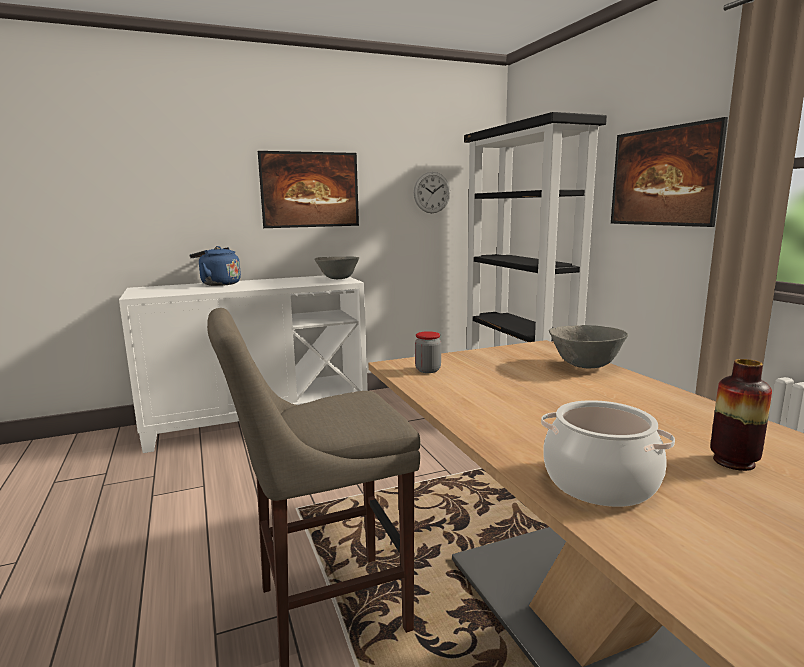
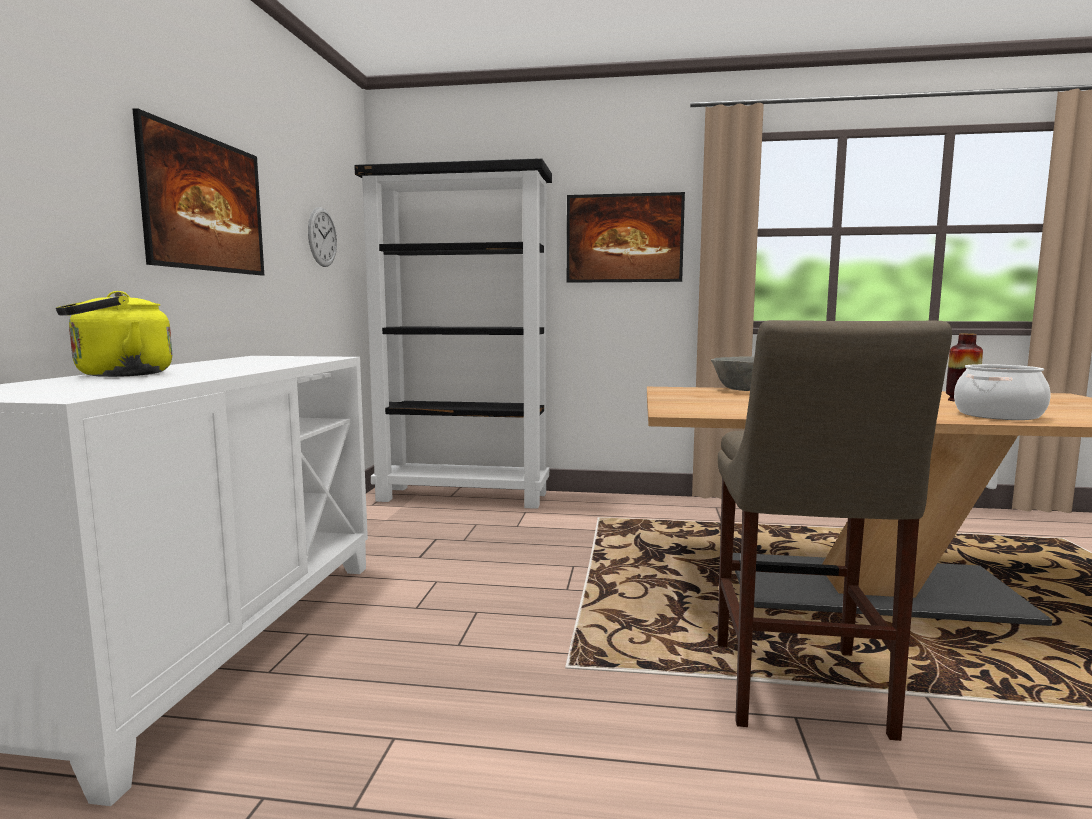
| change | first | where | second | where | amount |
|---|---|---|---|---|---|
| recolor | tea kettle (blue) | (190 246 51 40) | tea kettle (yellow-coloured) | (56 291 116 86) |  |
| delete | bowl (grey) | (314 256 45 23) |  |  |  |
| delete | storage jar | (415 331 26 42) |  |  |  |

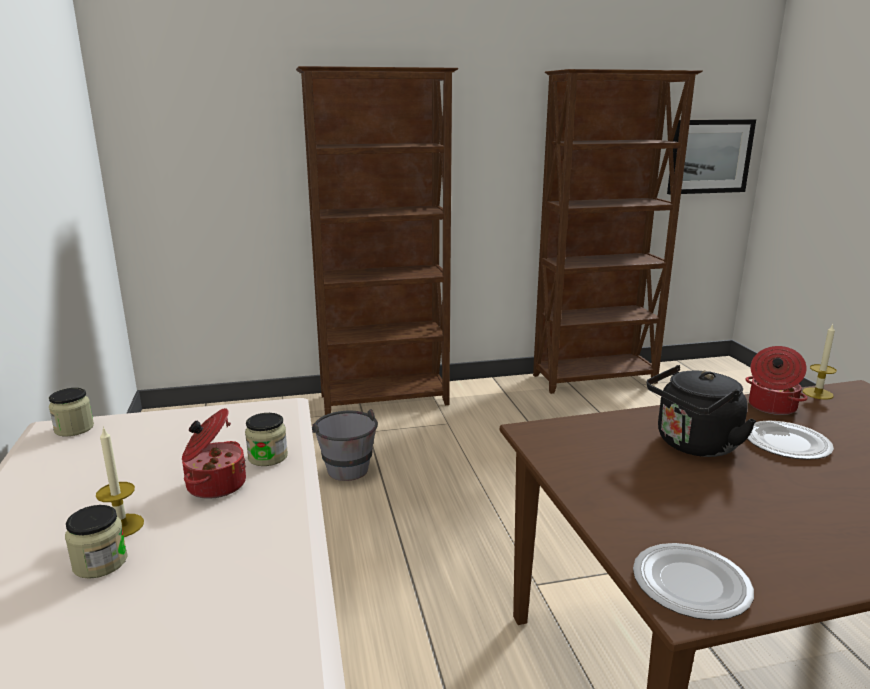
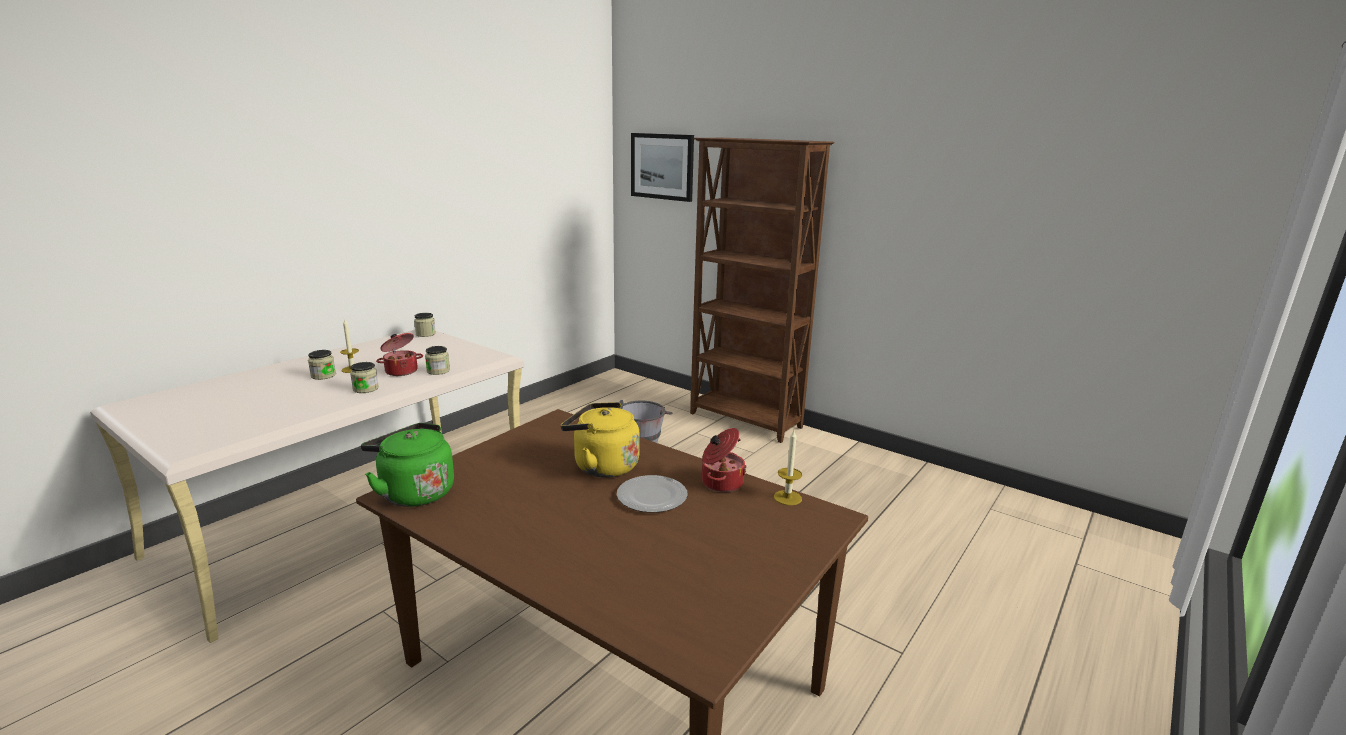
| change | first | where | second | where | amount |
|---|---|---|---|---|---|
| insert |  |  | storage jar | (350 362 29 31) |  |
| replace | flat dish | (633 543 121 77) | tea kettle (green-coloured) | (361 423 93 84) |  |
| recolor | tea kettle (blackish) | (647 365 109 92) | tea kettle (yellow-coloured) | (561 402 79 75) |  |
| move | picture | (667 119 89 75) |  | (631 133 63 69) |  |
| delete | bookcase (brownish) | (533 69 170 325) |  |  |  |

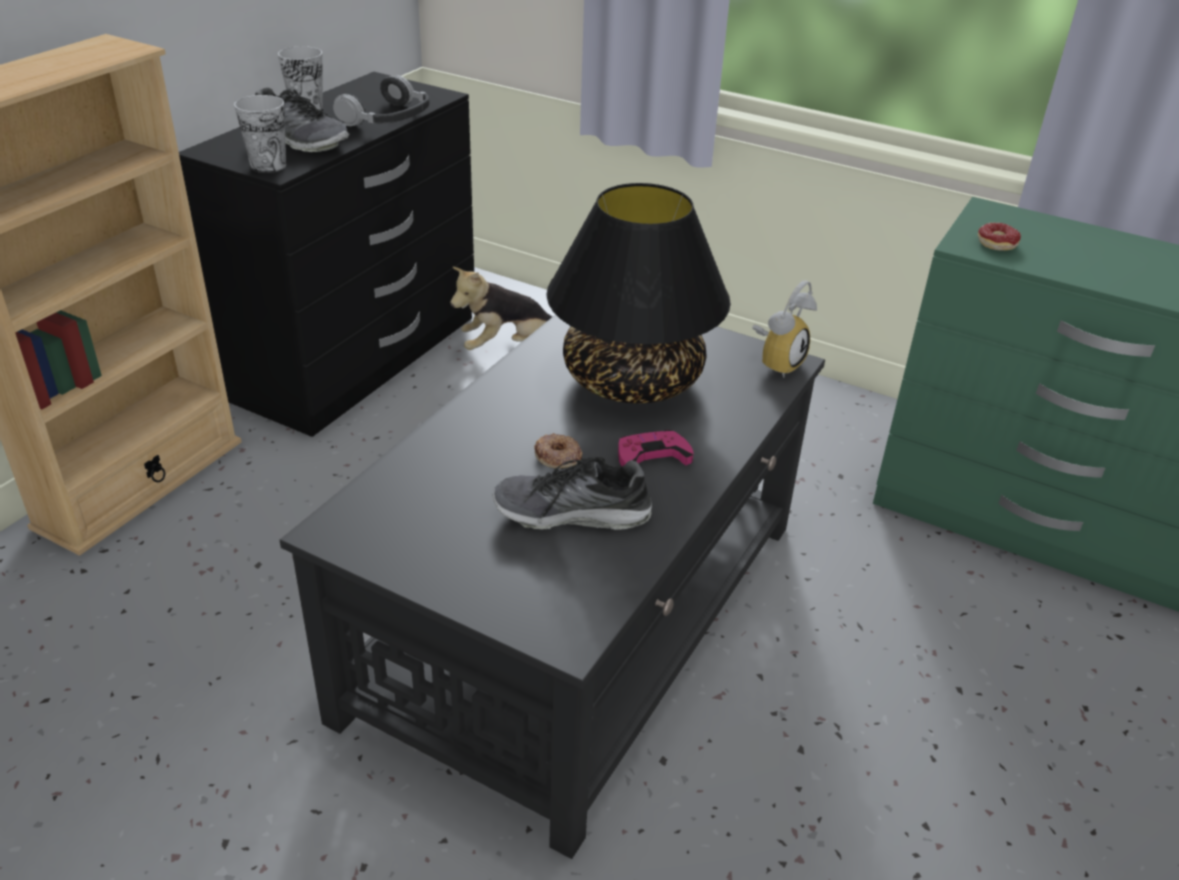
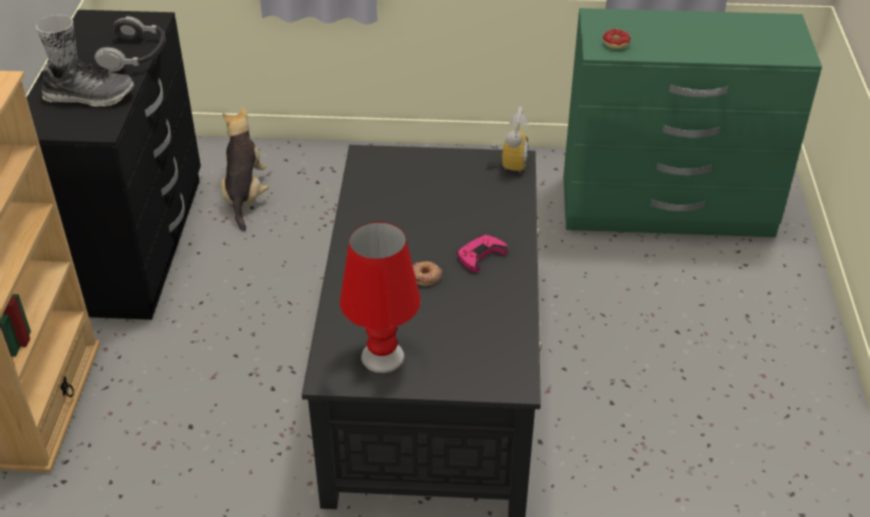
| change | first | where | second | where | amount |
|---|---|---|---|---|---|
| rotate | soft toy | (450 267 103 83) |  | (221 107 48 124) | 135 degrees clockwise |
| insert |  |  | table lamp (reddish) | (340 222 81 151) |  |
| delete | cup | (234 95 52 78) |  |  |  |
| delete | shoe | (492 457 160 73) |  |  |  |
| delete | table lamp (blackish) | (546 183 185 221) |  |  |  |

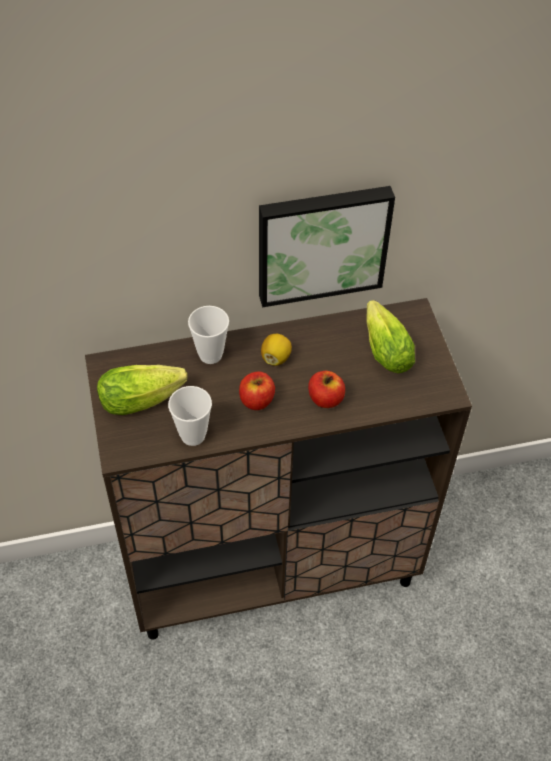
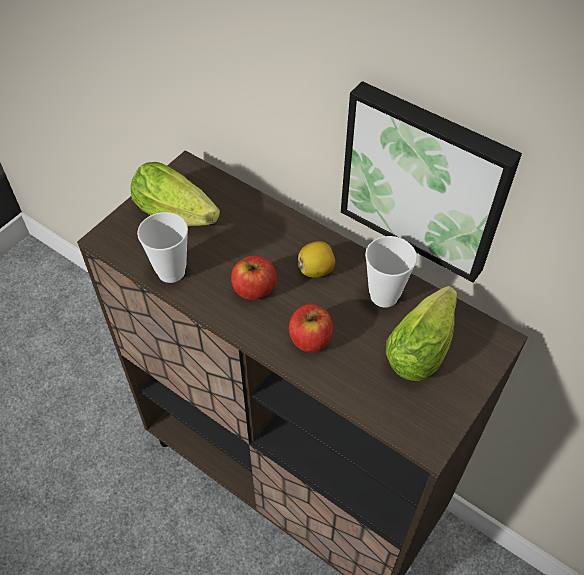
| change | first | where | second | where | amount |
|---|---|---|---|---|---|
| move | cup | (188 306 41 58) |  | (365 236 52 72) |  |

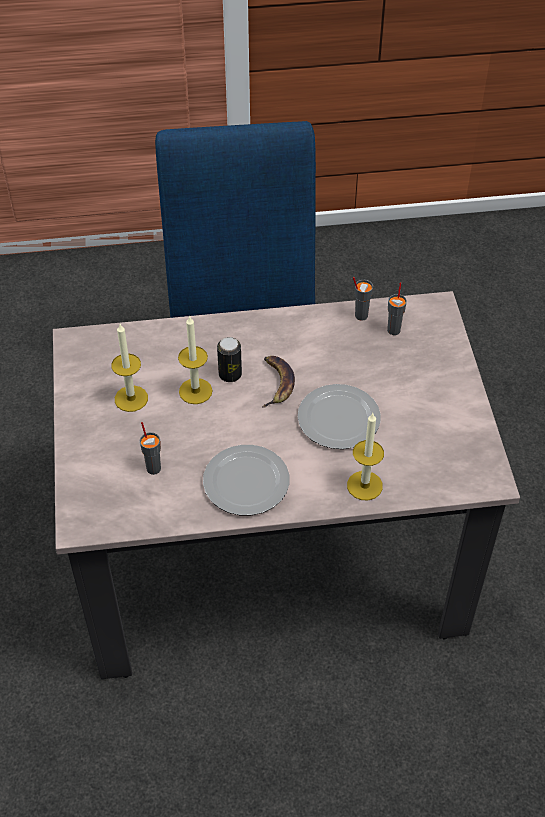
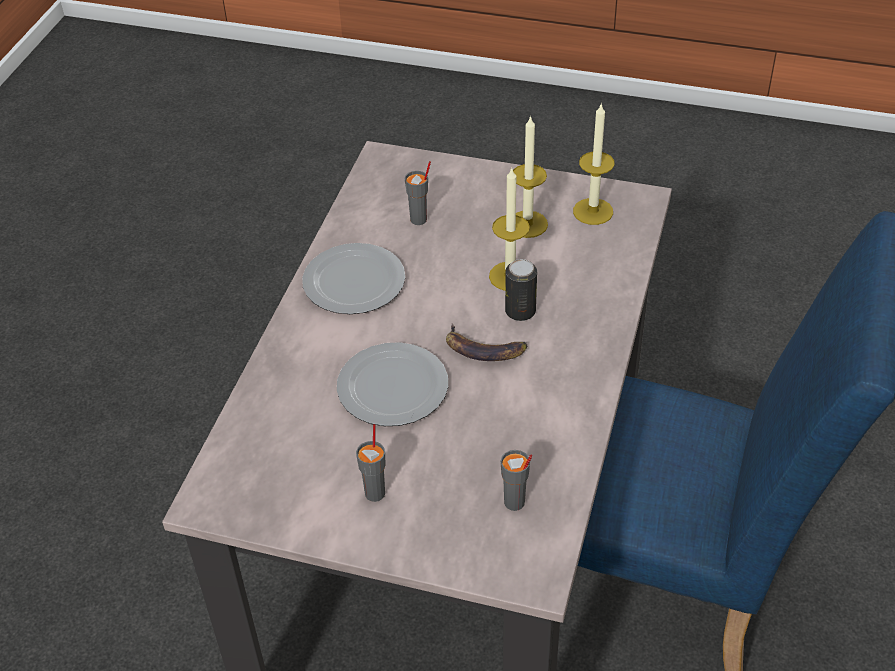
| change | first | where | second | where | amount |
|---|---|---|---|---|---|
| move | cup (grey) | (353 277 20 44) |  | (356 424 30 78) |  |
| move | candle | (347 413 37 87) |  | (573 103 42 122) |  |

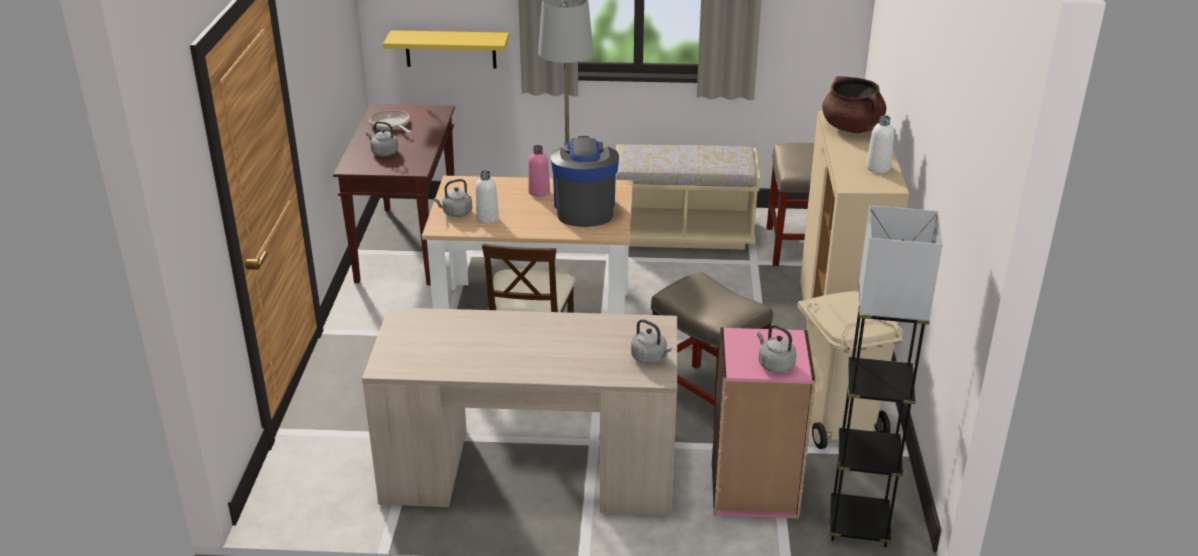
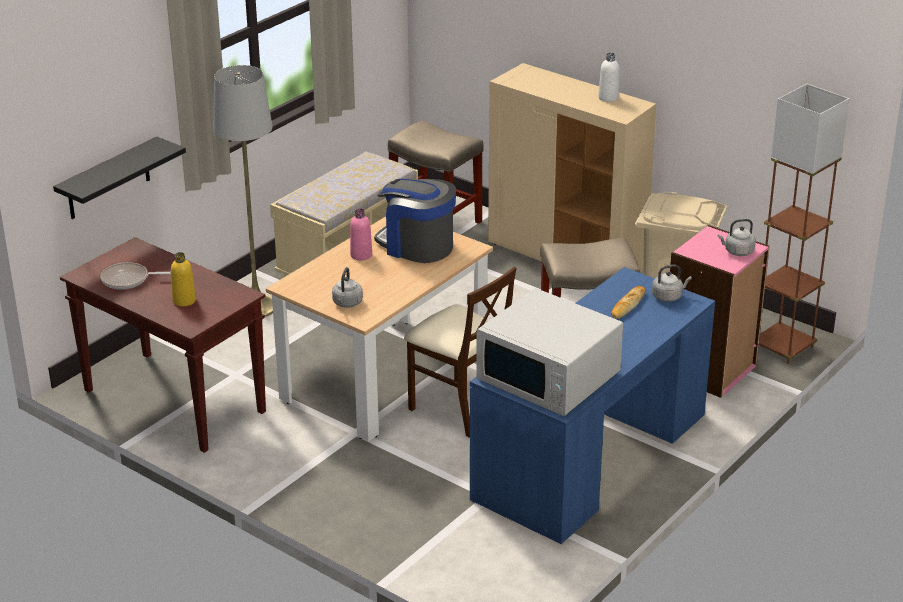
| change | first | where | second | where | amount |
|---|---|---|---|---|---|
| recolor | shelf (yellow-coloured) | (383 30 126 38) | shelf (blackish) | (53 137 133 82) |  |
| replace | tea kettle (grey) | (366 121 32 35) | bottle (yellow-coloured) | (171 252 25 55) |  |
| recolor | desk unit (beige-coloured) | (362 307 315 208) | desk unit (blue) | (470 267 245 277) |  |
| insert |  |  | microwave oven (white-coloured) | (476 288 147 128) |  |
| insert |  |  | baked bread | (611 286 34 33) |  |
| recolor | floor lamp (grey) | (829 205 114 342) | floor lamp (brownish) | (759 84 90 280) |  |
| delete | bottle (white-coloured) | (476 170 23 54) |  |  |  |
| delete | stockpot (brownish) | (822 76 64 57) |  |  |  |

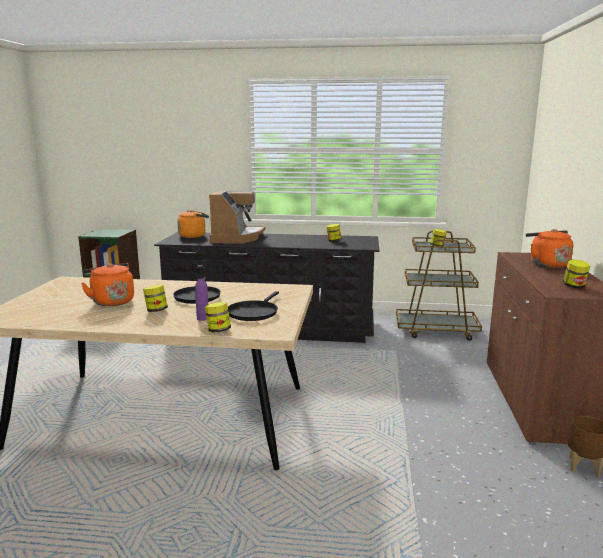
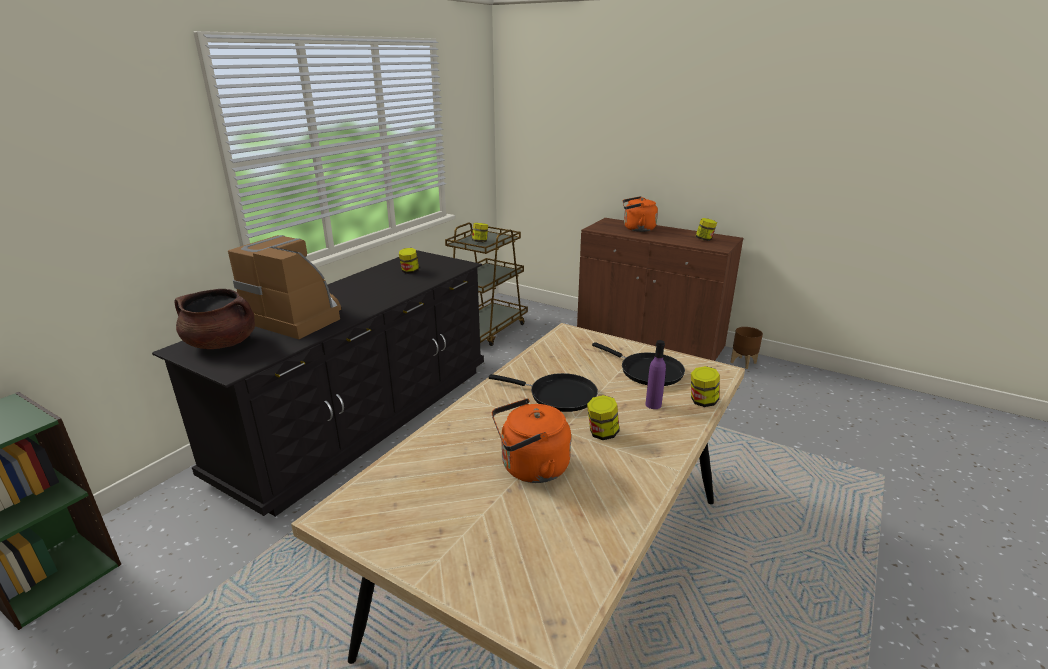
| change | first | where | second | where | amount |
|---|---|---|---|---|---|
| replace | tea kettle (orange) | (177 210 32 28) | stockpot (brownish) | (175 289 80 60) |  |

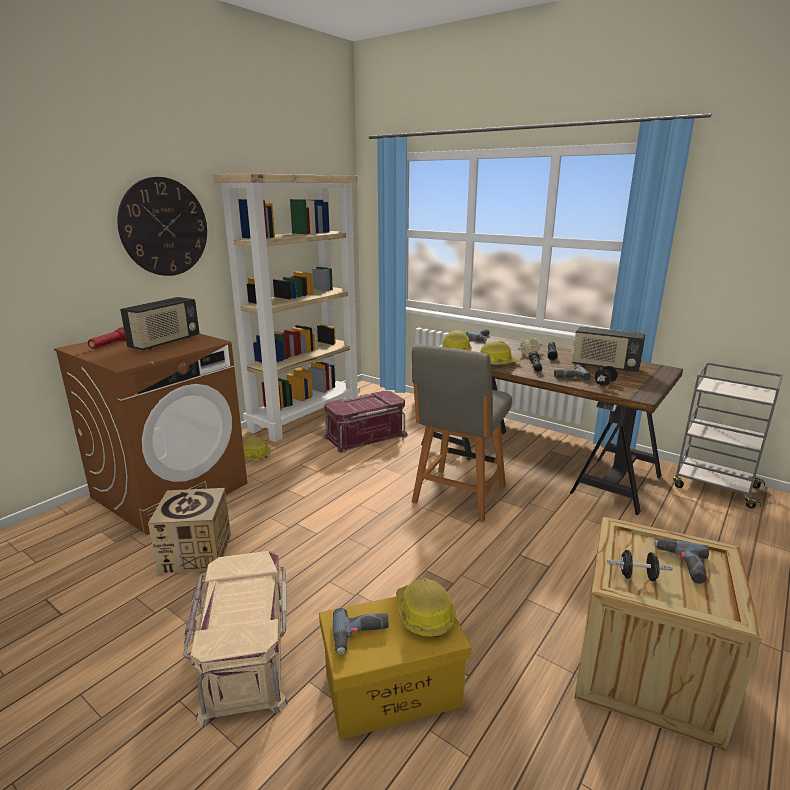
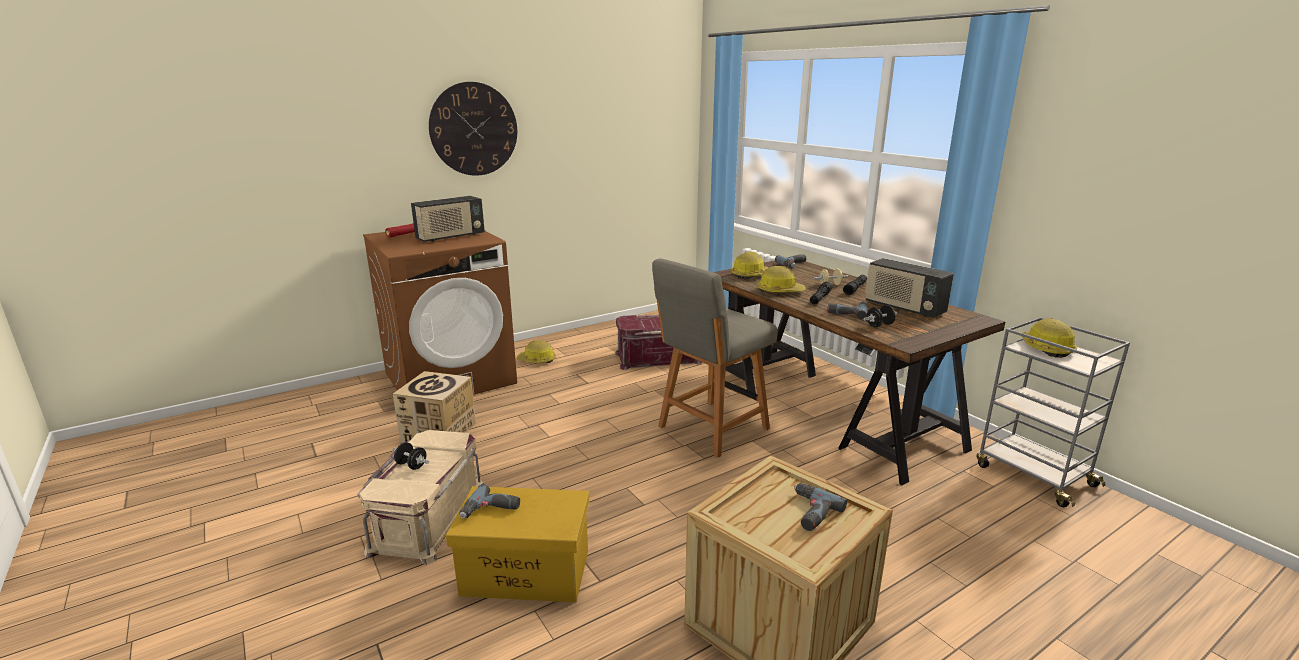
| change | first | where | second | where | amount |
|---|---|---|---|---|---|
| move | dumbbell (blackish) | (608 550 64 31) |  | (393 442 36 28) |  |
| move | hard hat | (396 578 60 60) |  | (1021 318 56 40) |  |
| delete | bookcase (beige-coloured) | (214 173 146 269) |  |  |  |

